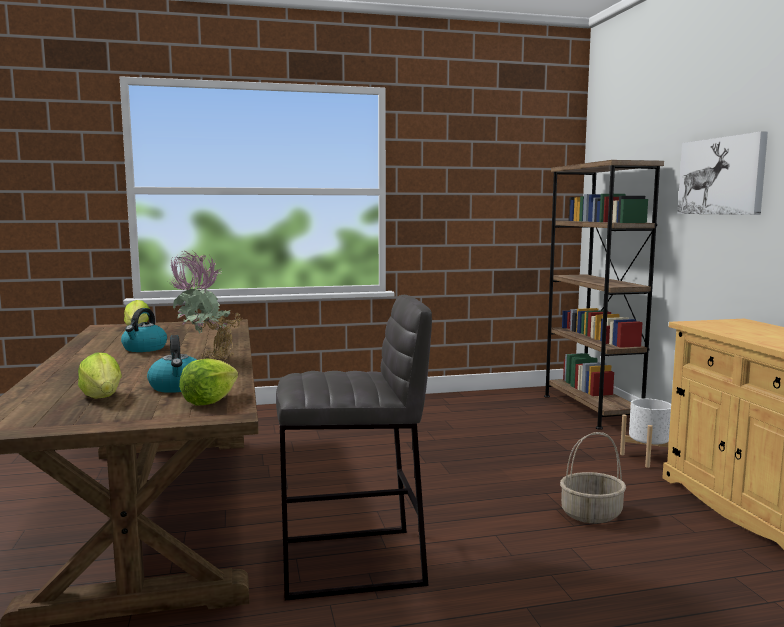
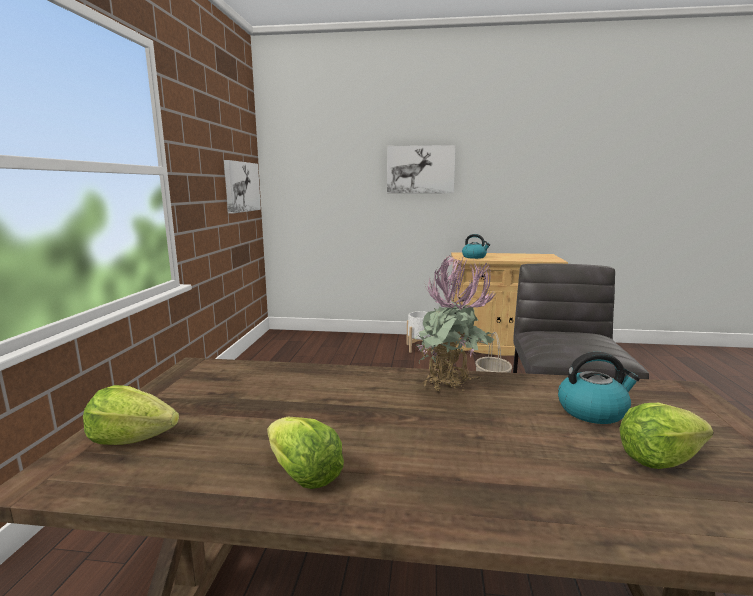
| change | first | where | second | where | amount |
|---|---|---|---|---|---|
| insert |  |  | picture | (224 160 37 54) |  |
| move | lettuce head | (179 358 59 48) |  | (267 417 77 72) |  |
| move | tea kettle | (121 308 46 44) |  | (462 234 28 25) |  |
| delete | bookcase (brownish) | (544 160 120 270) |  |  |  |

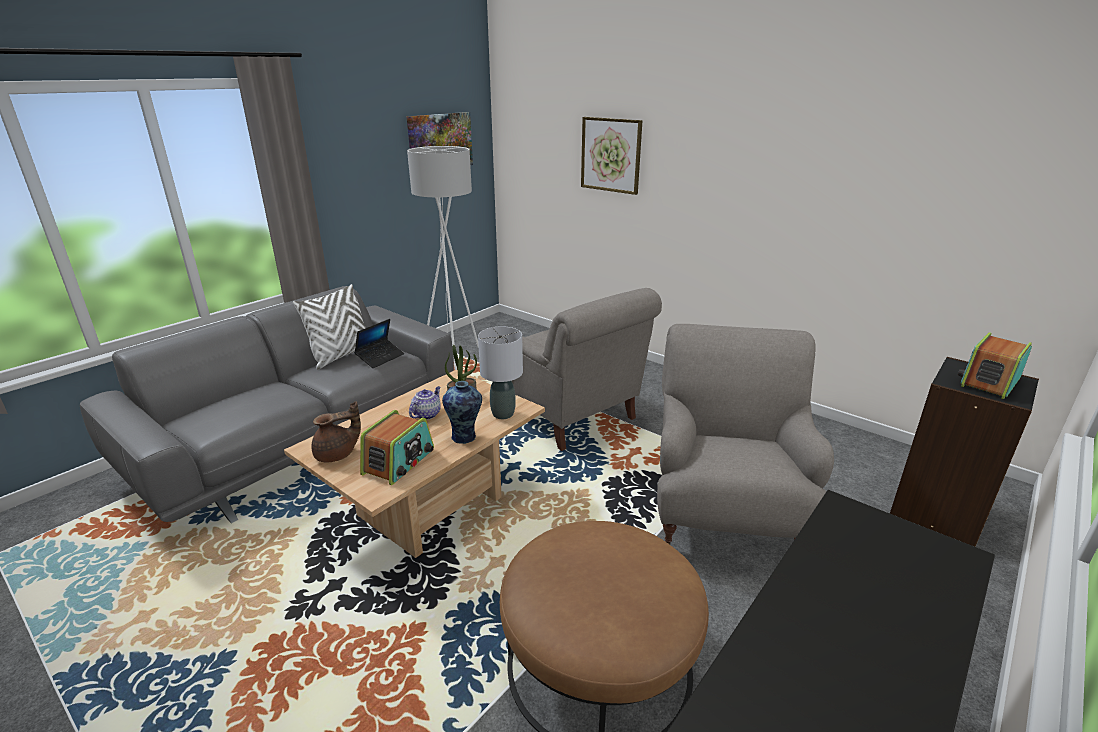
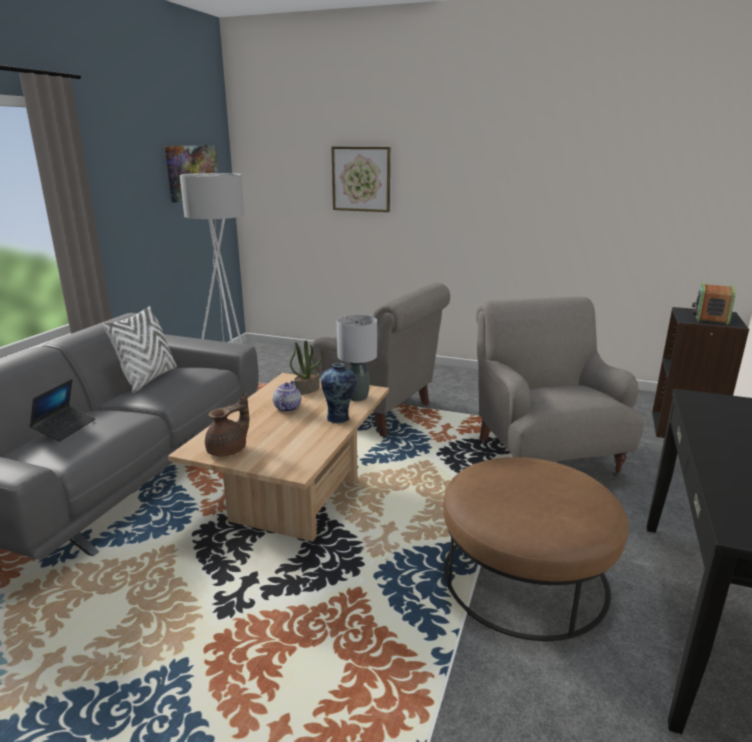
| change | first | where | second | where | amount |
|---|---|---|---|---|---|
| move | portable computer | (354 319 50 49) |  | (29 379 66 63) |  |
| delete | radio | (360 410 74 75) |  |  |  |

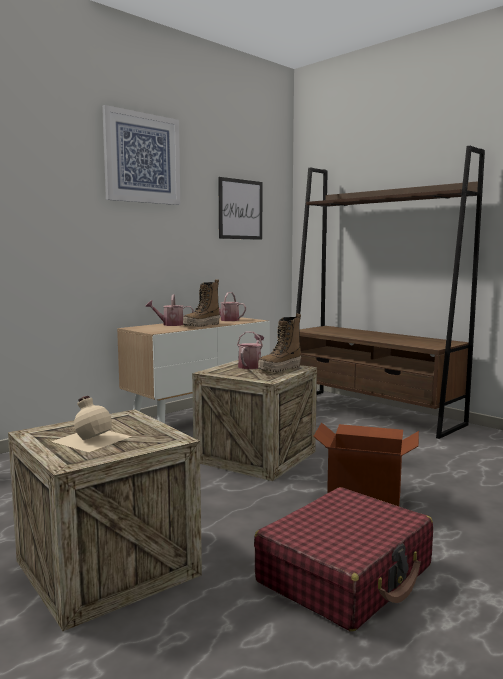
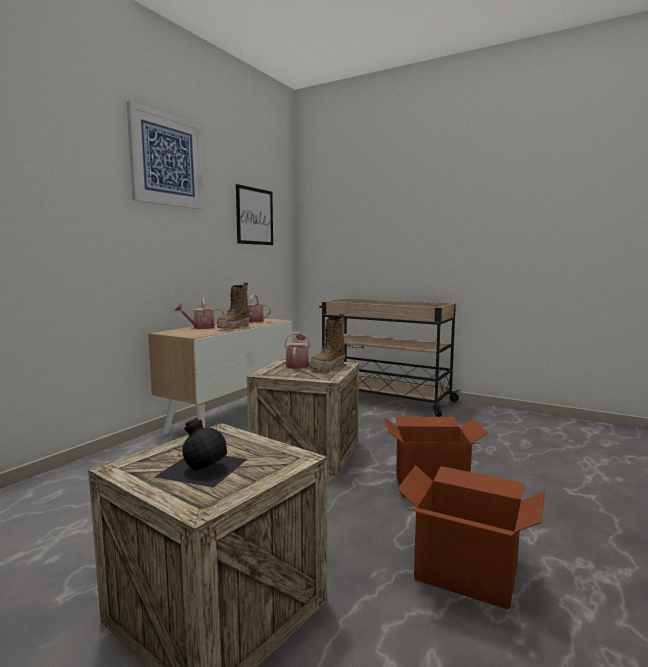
| change | first | where | second | where | amount |
|---|---|---|---|---|---|
| recolor | bottle (beige-coloured) | (51 396 81 56) | bottle (blackish) | (155 418 92 70) |  |
| replace | bookcase (brownish) | (296 146 189 293) | wheeled cart (beige-coloured) | (319 298 141 119) |  |
| replace | piece of luggage (reddish) | (254 487 179 144) | cardboard box | (398 465 147 145) |  |

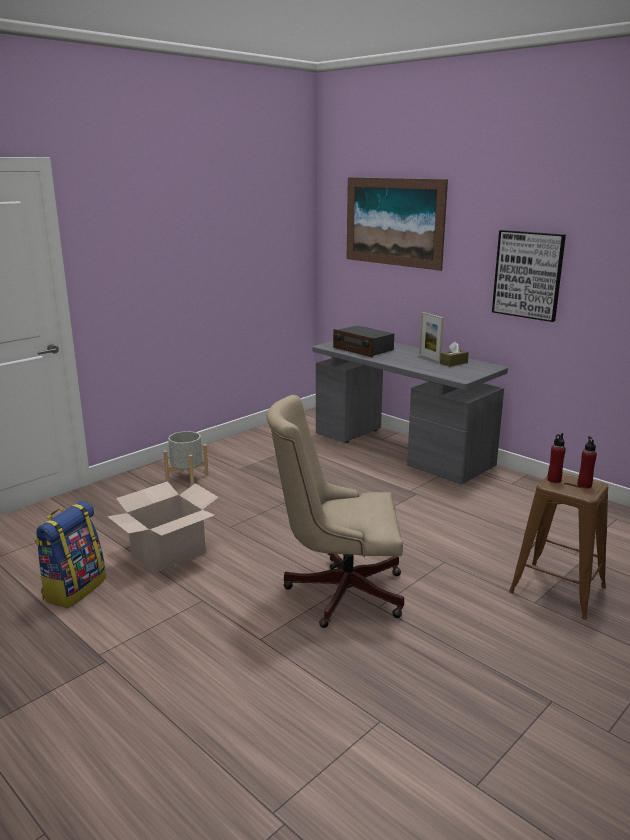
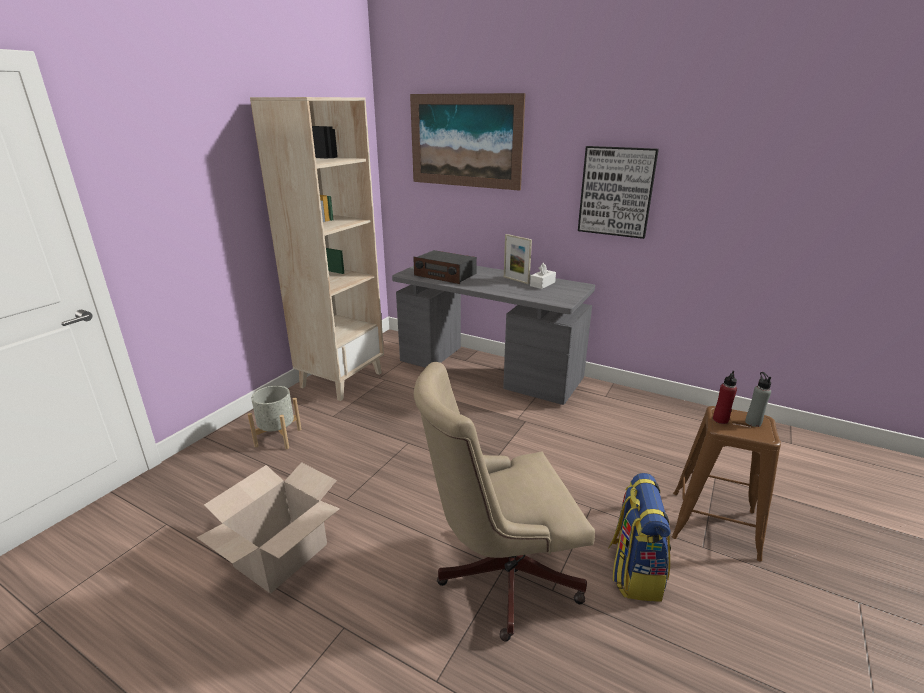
| change | first | where | second | where | amount |
|---|---|---|---|---|---|
| insert |  |  | bookcase (beige-coloured) | (250 97 134 304) |  |
| recolor | tissue holder (brownish) | (440 341 29 26) | tissue holder (white-coloured) | (530 263 26 26) |  |
| move | rucksack | (35 501 71 107) |  | (608 473 63 129) |  |
| recolor | bottle (reddish) | (578 436 19 52) | bottle (grey) | (745 372 26 55) |  |

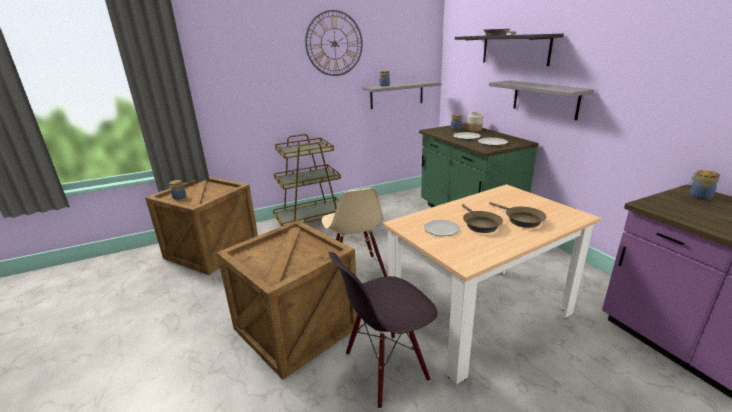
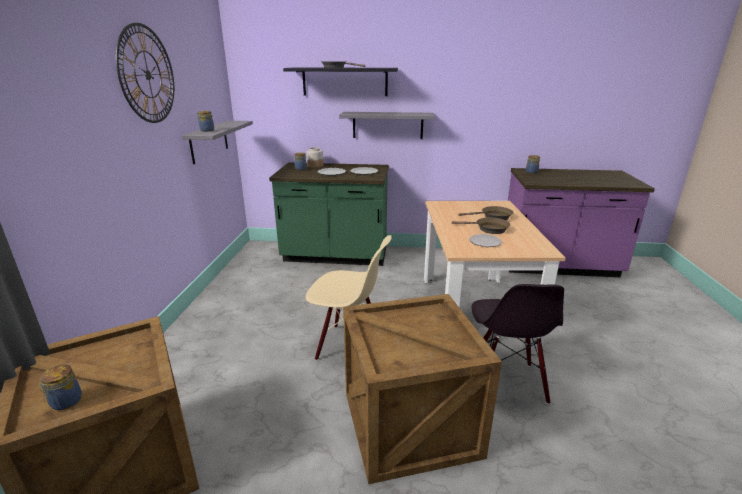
| change | first | where | second | where | amount |
|---|---|---|---|---|---|
| delete | wheeled cart (brownish) | (273 134 68 93) |  |  |  |

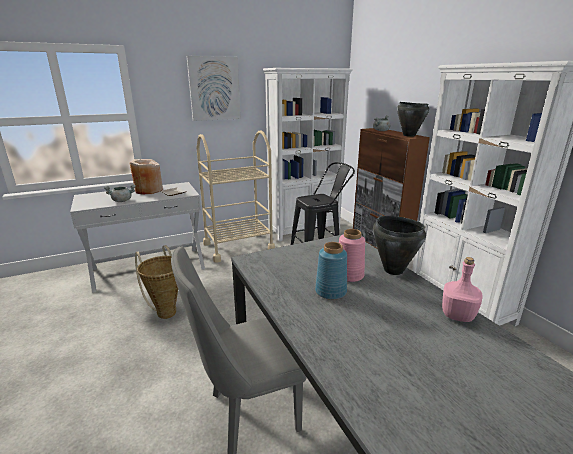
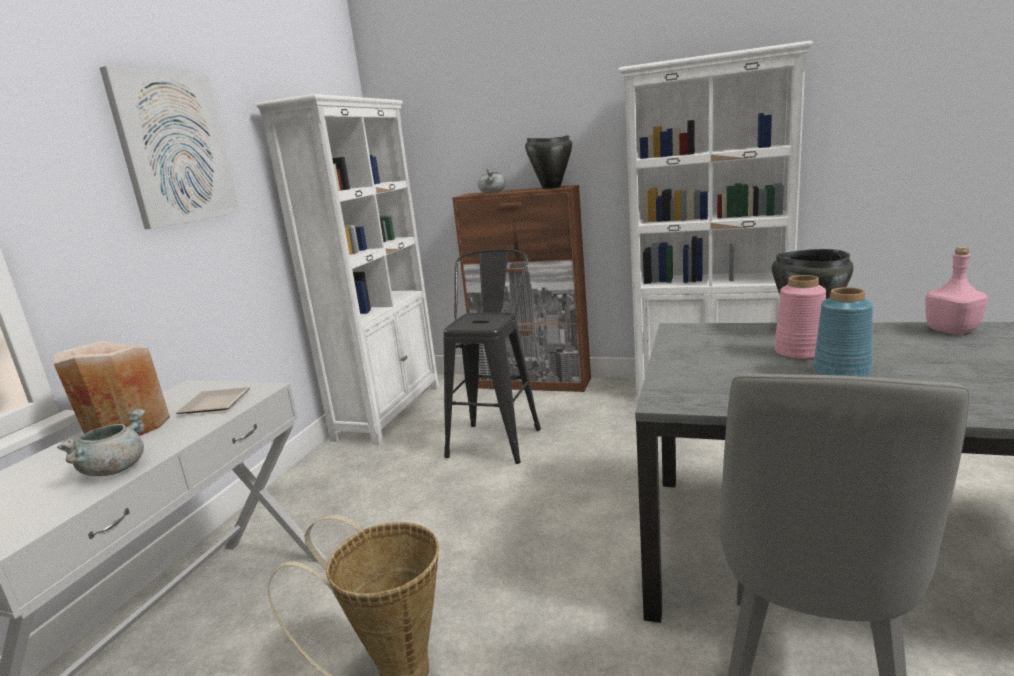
| change | first | where | second | where | amount |
|---|---|---|---|---|---|
| delete | wheeled cart (beige-coloured) | (196 131 79 132) |  |  |  |

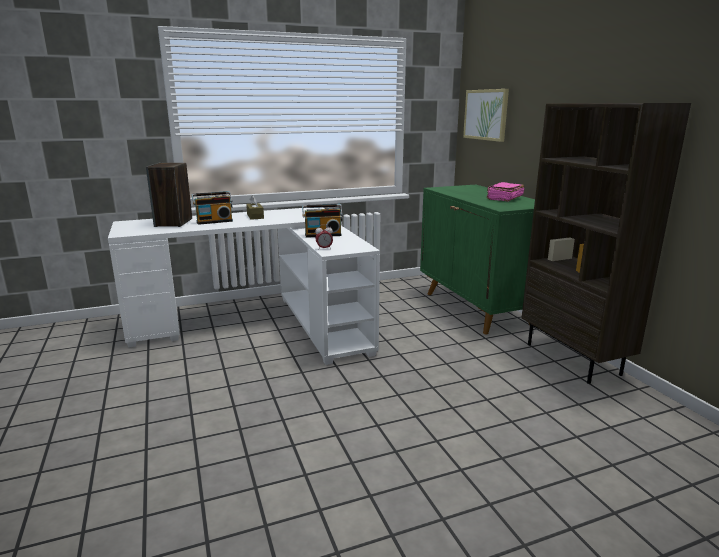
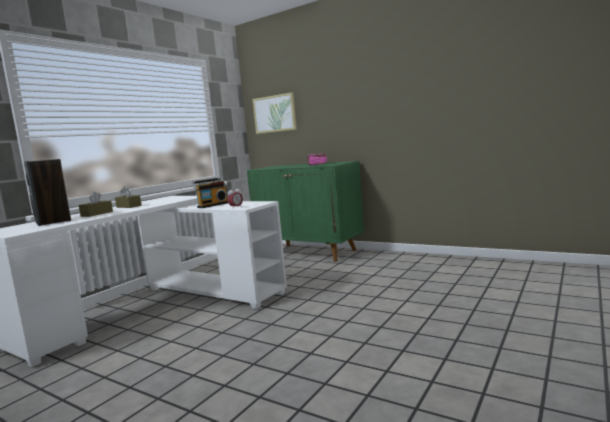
| change | first | where | second | where | amount |
|---|---|---|---|---|---|
| replace | radio | (192 191 41 34) | tissue holder (brownish) | (79 192 34 25) |  |
| delete | bookcase (brownish) | (522 103 169 281) |  |  |  |

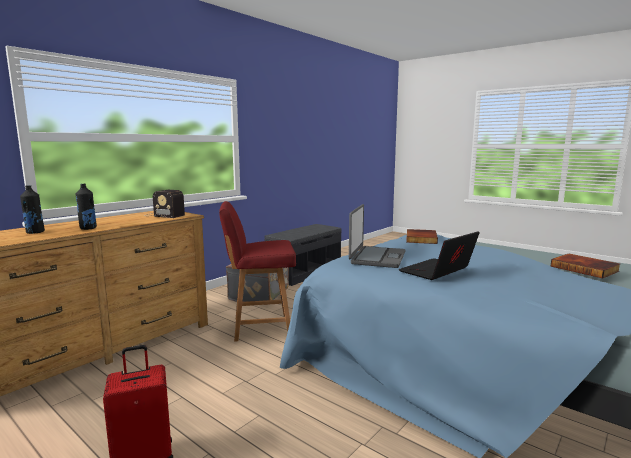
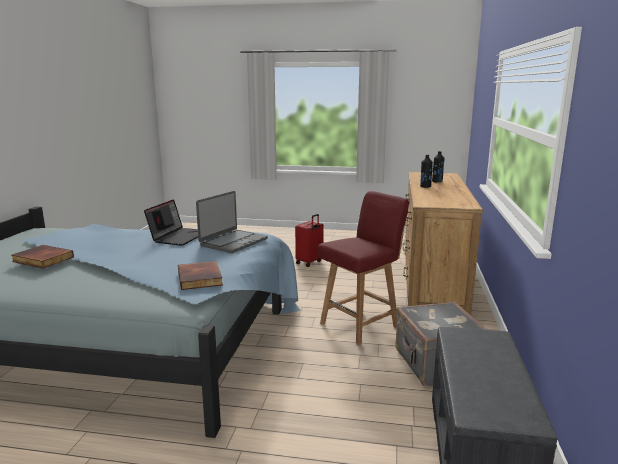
| change | first | where | second | where | amount |
|---|---|---|---|---|---|
| rotate | portable computer | (349 204 56 64) |  | (196 191 72 62) | 135 degrees counterclockwise |
| delete | radio | (147 190 38 28) |  |  |  |

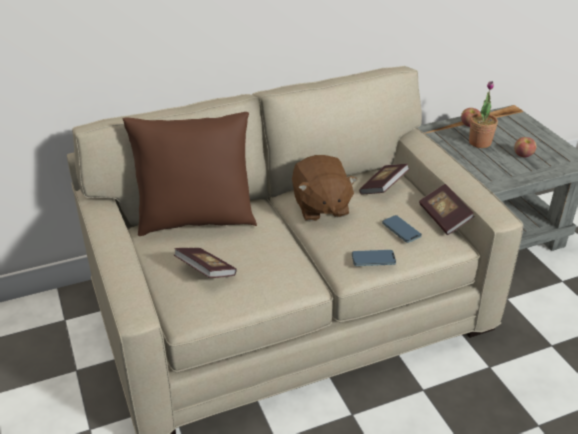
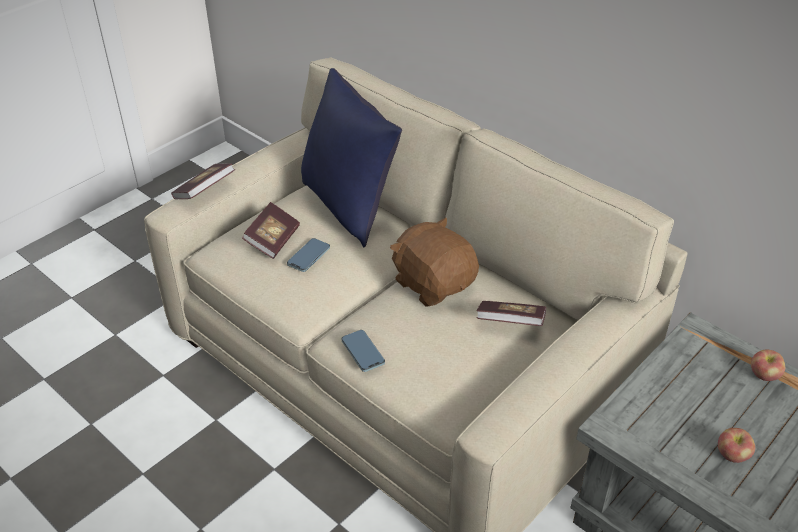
| change | first | where | second | where | amount |
|---|---|---|---|---|---|
| move | bound book | (419 184 55 51) |  | (171 163 64 36) |  |
| move | telephone | (382 215 40 28) |  | (287 238 43 34) |  |
| recolor | cushion (brownish) | (123 112 134 124) | cushion (blue) | (301 68 101 179) |  |
| rotate | soft toy (brownish) | (292 155 66 67) |  | (390 218 89 89) | 90 degrees clockwise |
| delete | potted plant | (469 81 29 67) |  |  |  |

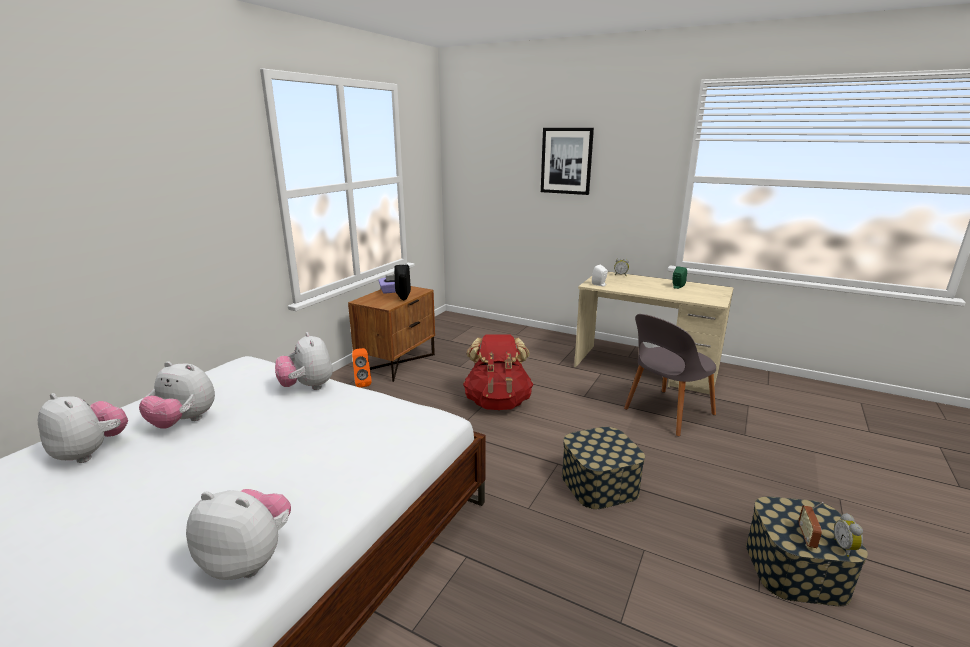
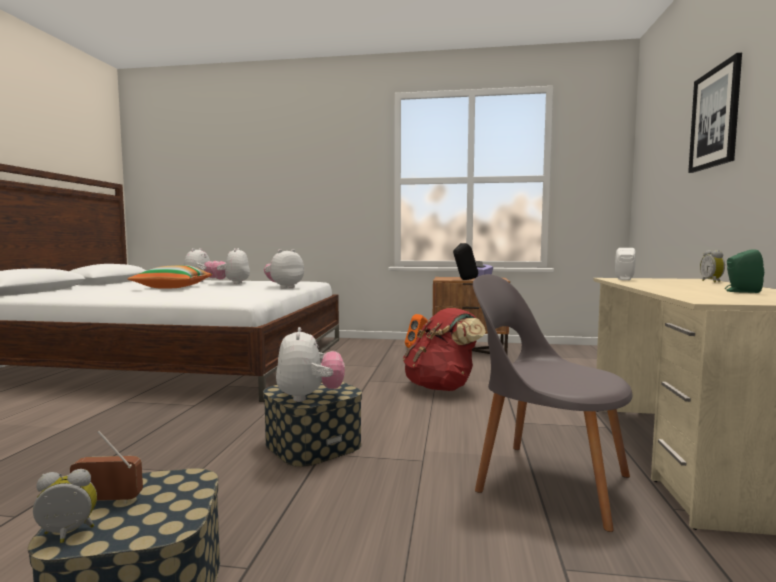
| change | first | where | second | where | amount |
|---|---|---|---|---|---|
| insert |  |  | cushion | (128 265 84 24) |  |
| move | soft toy | (186 489 105 91) |  | (276 327 69 75) |  |

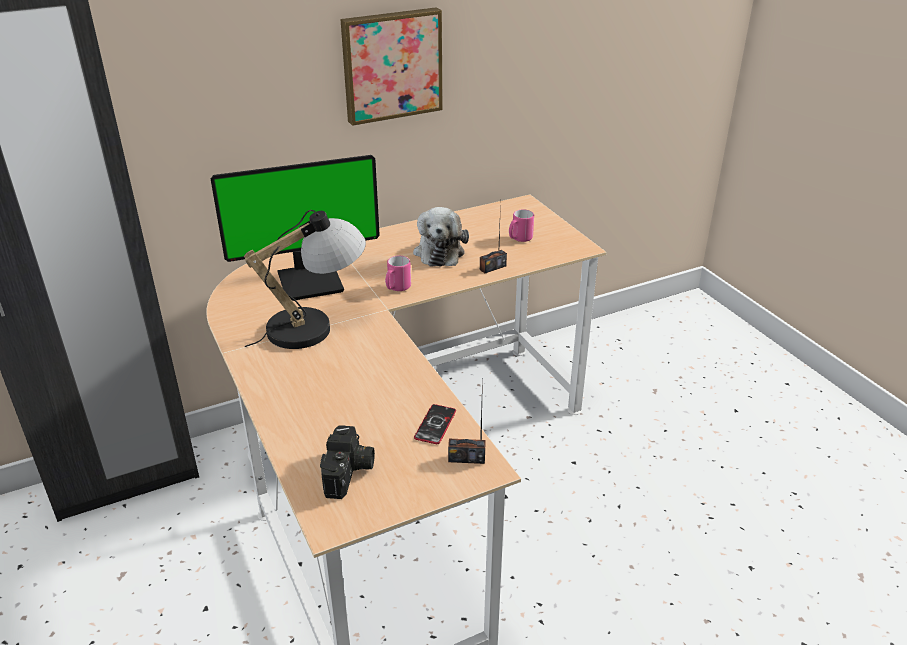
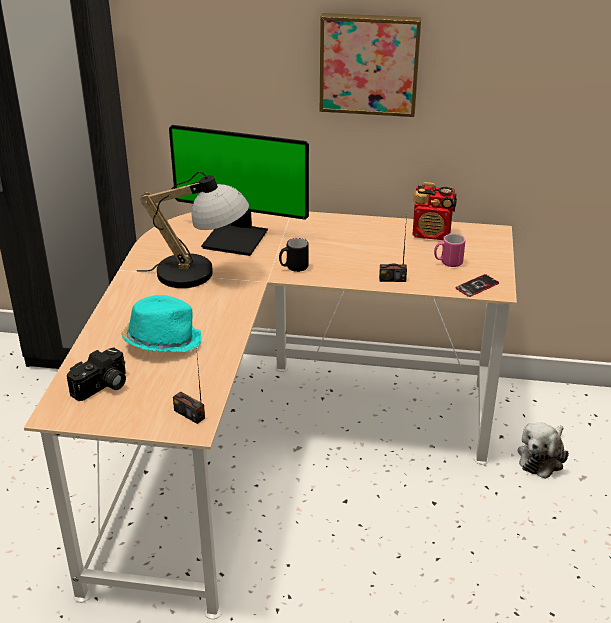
| change | first | where | second | where | amount |
|---|---|---|---|---|---|
| insert |  |  | hat (turquoise-coloured) | (121 295 81 57) |  |
| recolor | mug (pinkish) | (385 256 26 35) | mug (blackish) | (279 238 30 34) |  |
| insert |  |  | radio | (412 182 45 58) |  |
| move | telephone | (414 404 42 40) |  | (455 274 44 23) |  |
| move | soft toy | (413 207 56 60) |  | (518 423 51 56) |  |

